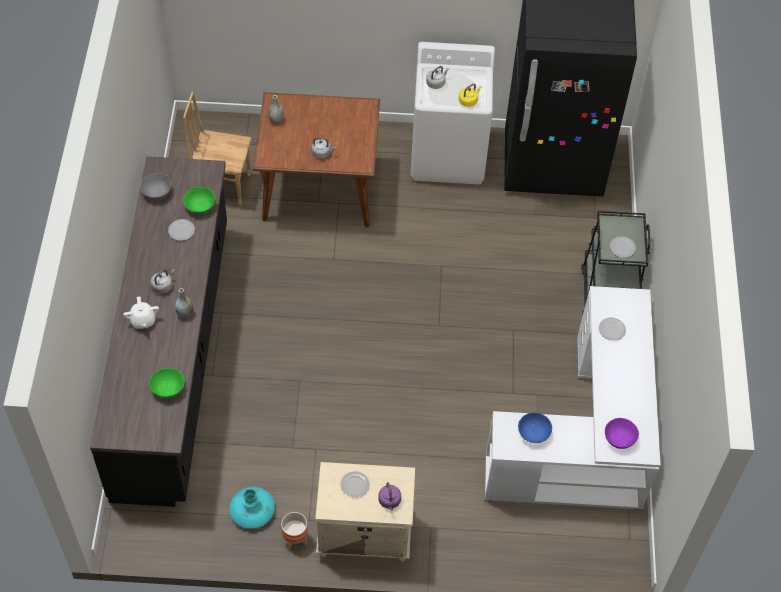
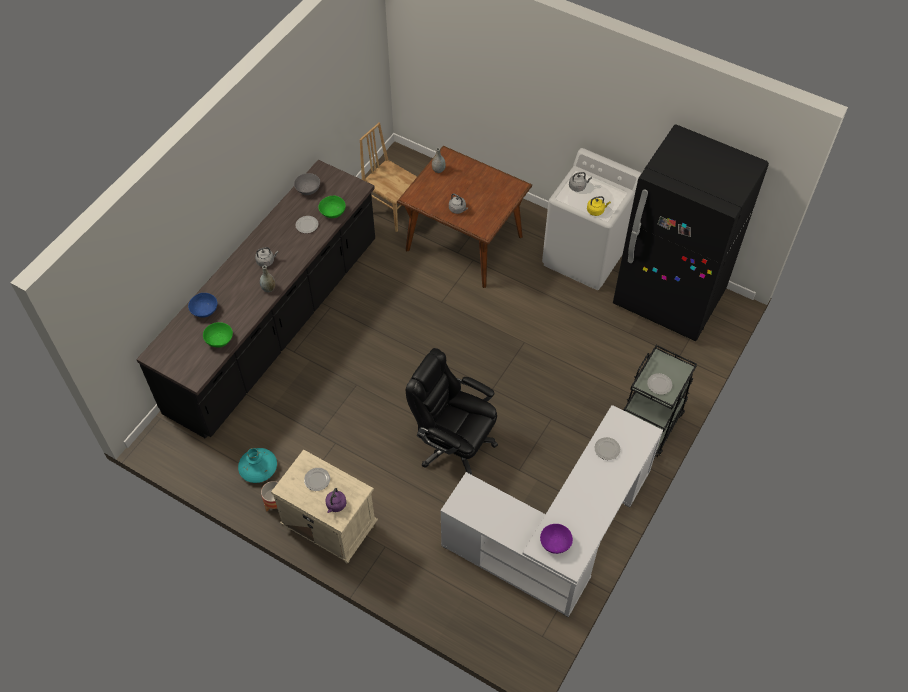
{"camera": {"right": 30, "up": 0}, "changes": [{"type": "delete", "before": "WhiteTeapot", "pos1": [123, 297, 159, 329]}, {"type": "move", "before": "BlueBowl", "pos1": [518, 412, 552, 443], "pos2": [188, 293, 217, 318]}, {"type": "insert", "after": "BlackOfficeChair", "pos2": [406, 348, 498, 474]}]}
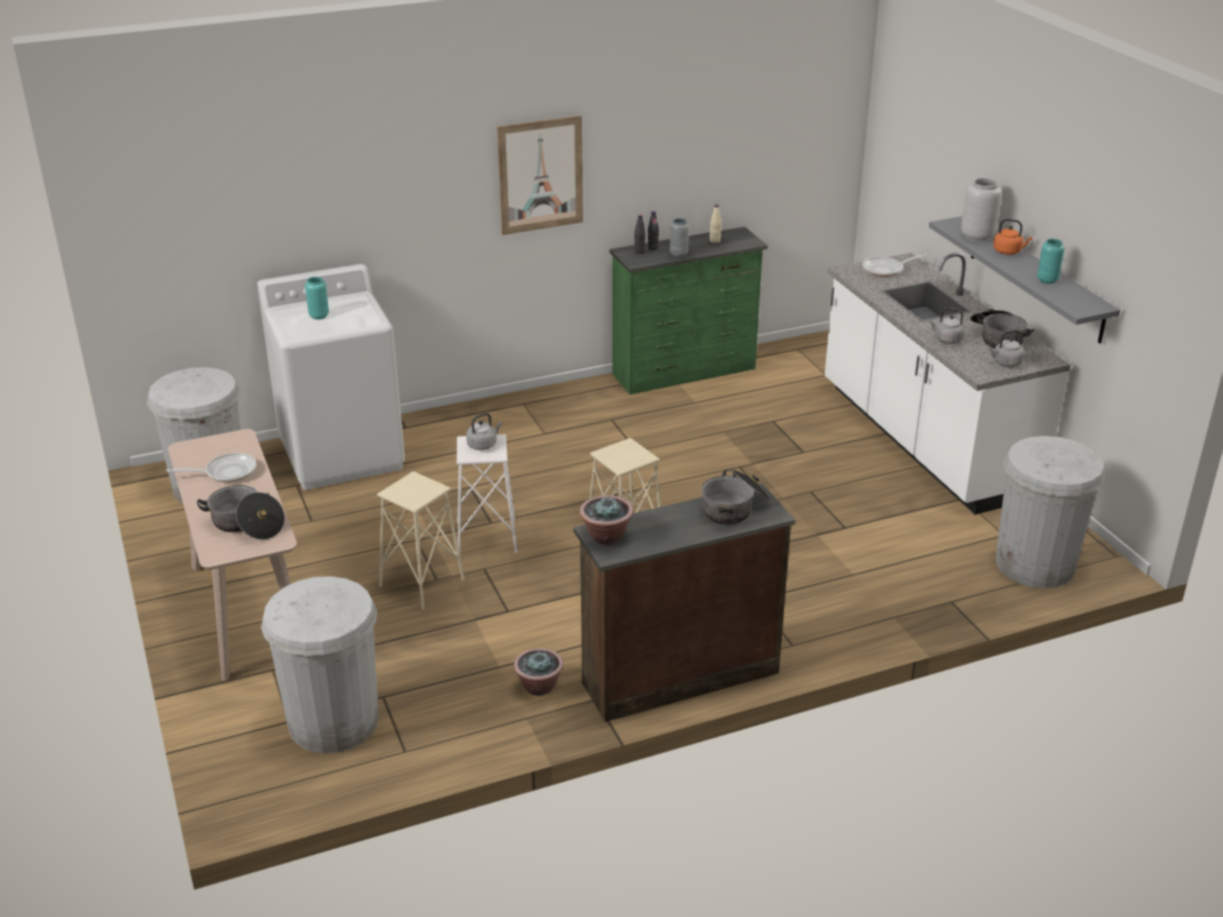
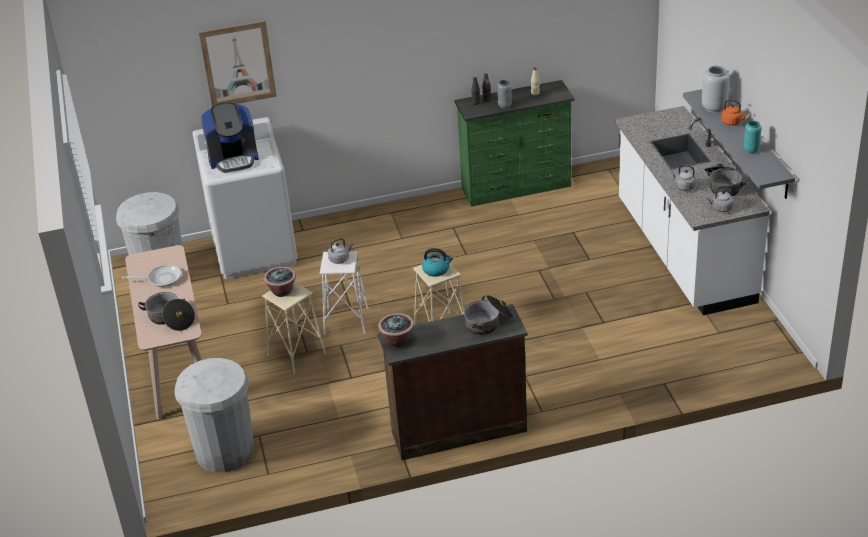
{"camera": {"right": 10, "up": 5}, "changes": [{"type": "move", "before": "Picture", "pos1": [497, 115, 583, 235], "pos2": [199, 21, 277, 107]}, {"type": "delete", "before": "FryingPan", "pos1": [863, 254, 927, 277]}, {"type": "replace", "before": "TurquoiseVase", "after": "CoffeeMachine", "pos1": [305, 277, 329, 320], "pos2": [201, 102, 259, 173]}, {"type": "delete", "before": "WhiteTrashCan", "pos1": [996, 436, 1105, 588]}, {"type": "move", "before": "PottedPlant", "pos1": [513, 648, 564, 696], "pos2": [264, 267, 296, 297]}, {"type": "insert", "after": "Kettle", "pos2": [422, 248, 453, 277]}]}
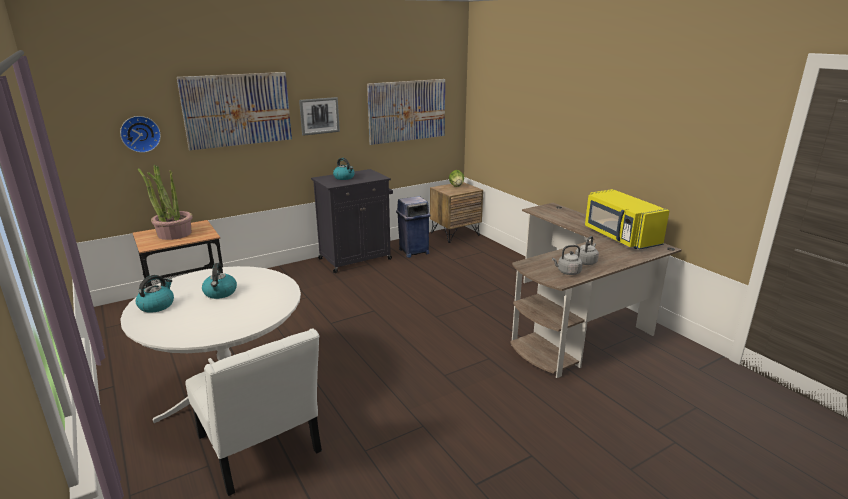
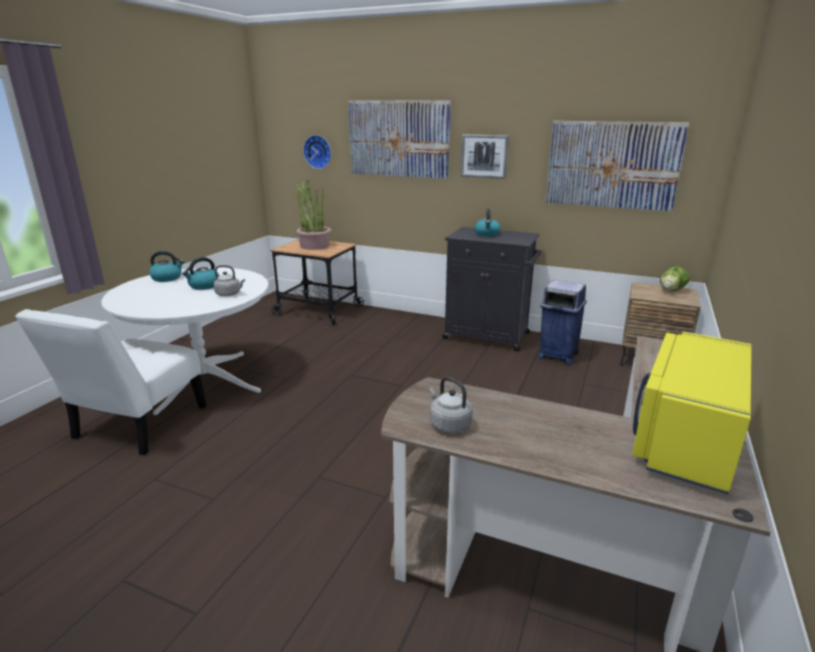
{"camera": {"right": 55, "up": 0}, "changes": [{"type": "move", "before": "GreyKettle", "pos1": [575, 236, 599, 265], "pos2": [213, 265, 245, 296]}]}
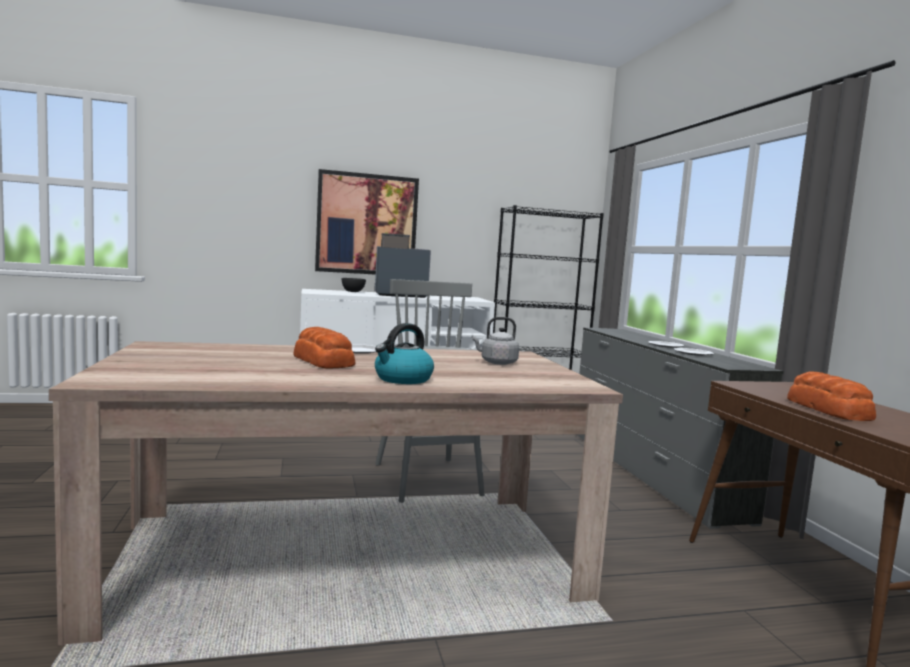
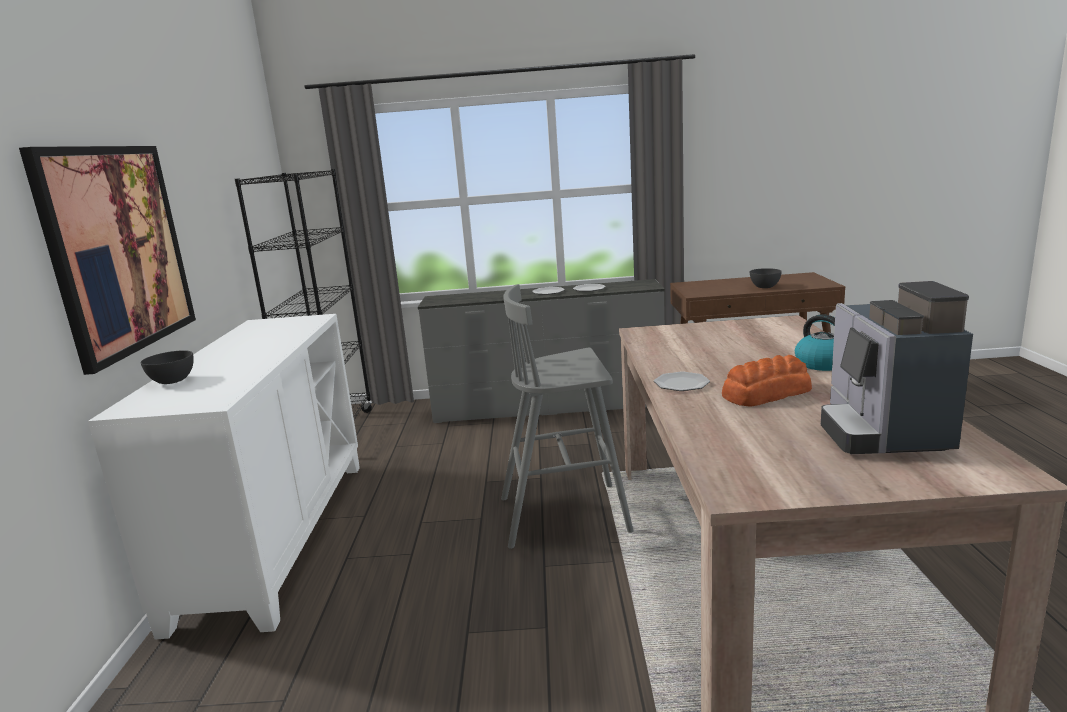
{"camera": {"right": -75, "up": 10}, "changes": [{"type": "move", "before": "CoffeeMachine", "pos1": [374, 233, 431, 298], "pos2": [821, 281, 973, 454]}, {"type": "delete", "before": "GreyKettle", "pos1": [472, 317, 519, 365]}, {"type": "replace", "before": "Bread", "after": "GreyBowl", "pos1": [787, 371, 876, 421], "pos2": [750, 268, 782, 288]}]}
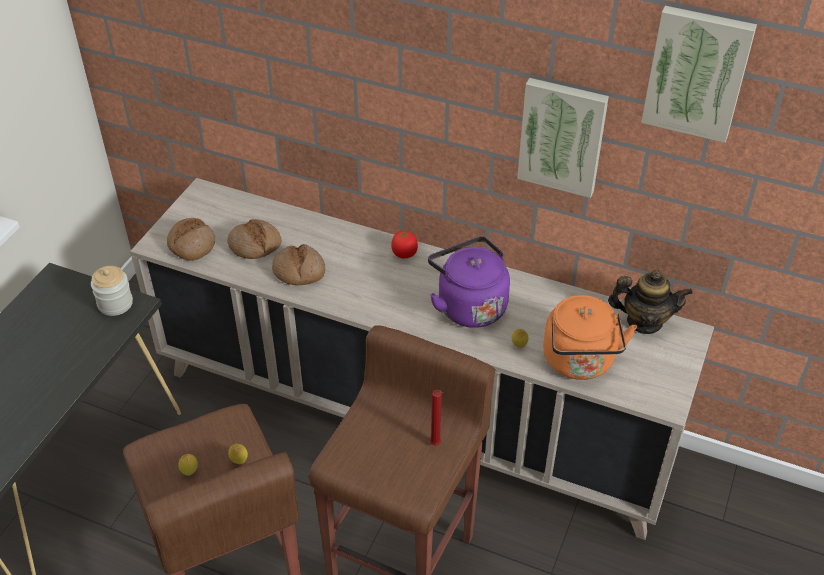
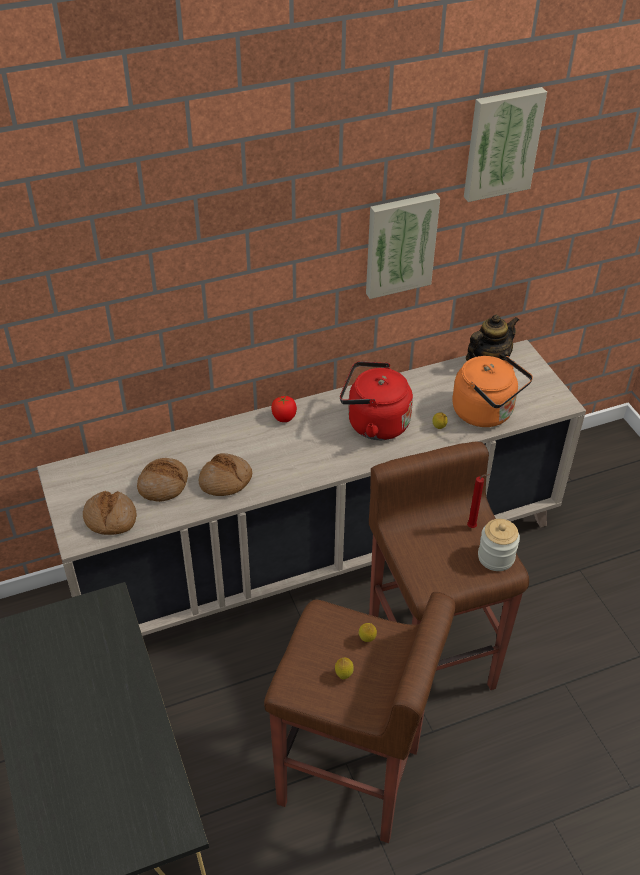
{"camera": {"right": -45, "up": 0}, "changes": [{"type": "recolor", "before": "PurpleKettle", "after": "RedKettle", "pos1": [428, 236, 510, 328], "pos2": [340, 361, 413, 440]}, {"type": "move", "before": "Jar", "pos1": [91, 266, 133, 316], "pos2": [478, 519, 520, 571]}]}
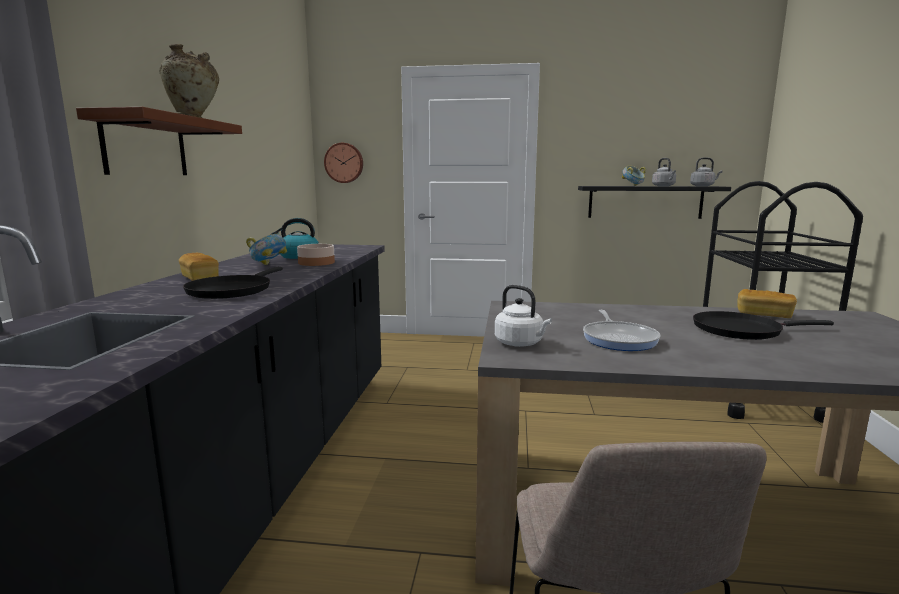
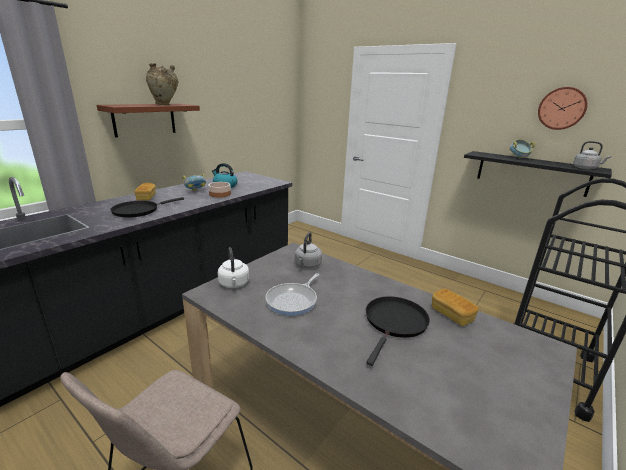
{"camera": {"right": 30, "up": 10}, "changes": [{"type": "move", "before": "WallClock", "pos1": [324, 143, 363, 183], "pos2": [538, 87, 588, 130]}, {"type": "move", "before": "GreyKettle", "pos1": [652, 158, 676, 186], "pos2": [295, 232, 322, 269]}, {"type": "rotate", "before": "BlackFryingPan", "pos1": [693, 311, 834, 340], "pos2": [366, 296, 430, 366], "turn": 90}]}
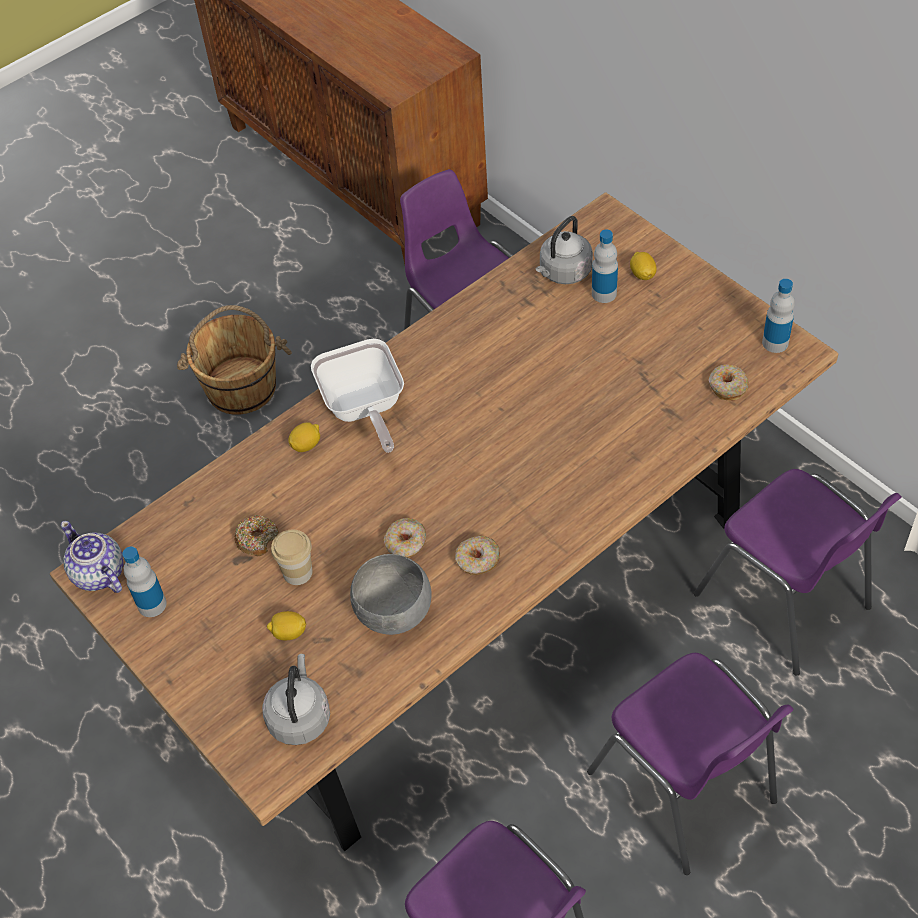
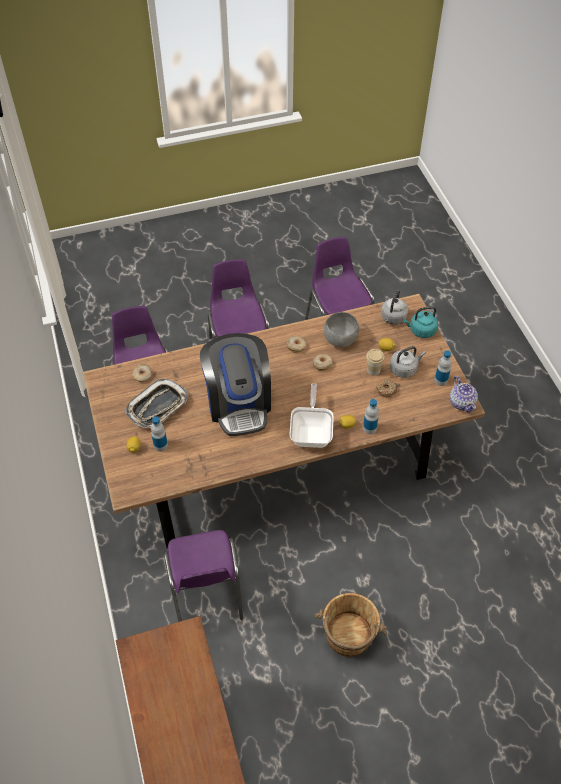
{"camera": {"right": -160, "up": 0}, "changes": [{"type": "move", "before": "GreyKettle", "pos1": [536, 216, 593, 284], "pos2": [390, 346, 426, 378]}, {"type": "move", "before": "Bottle", "pos1": [762, 279, 795, 353], "pos2": [363, 399, 379, 434]}, {"type": "insert", "after": "TurquoiseKettle", "pos2": [404, 306, 438, 338]}, {"type": "insert", "after": "CoffeeMachine", "pos2": [200, 333, 271, 436]}, {"type": "insert", "after": "Tray", "pos2": [125, 379, 188, 428]}]}
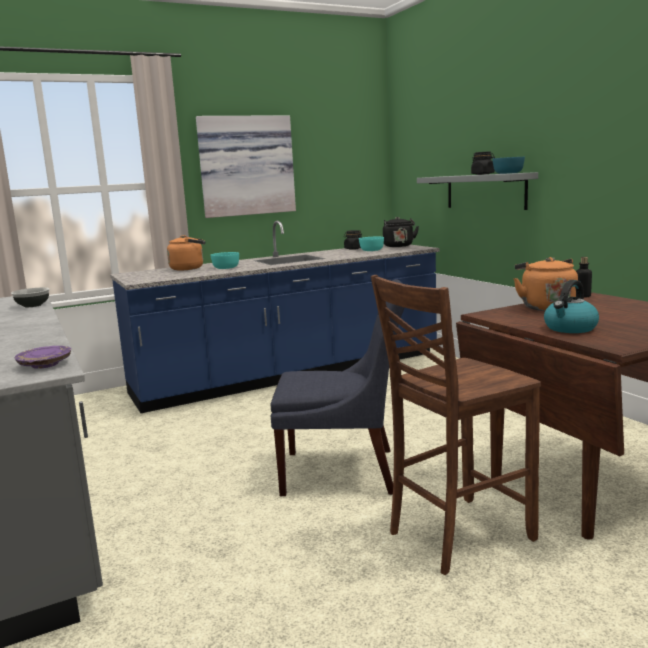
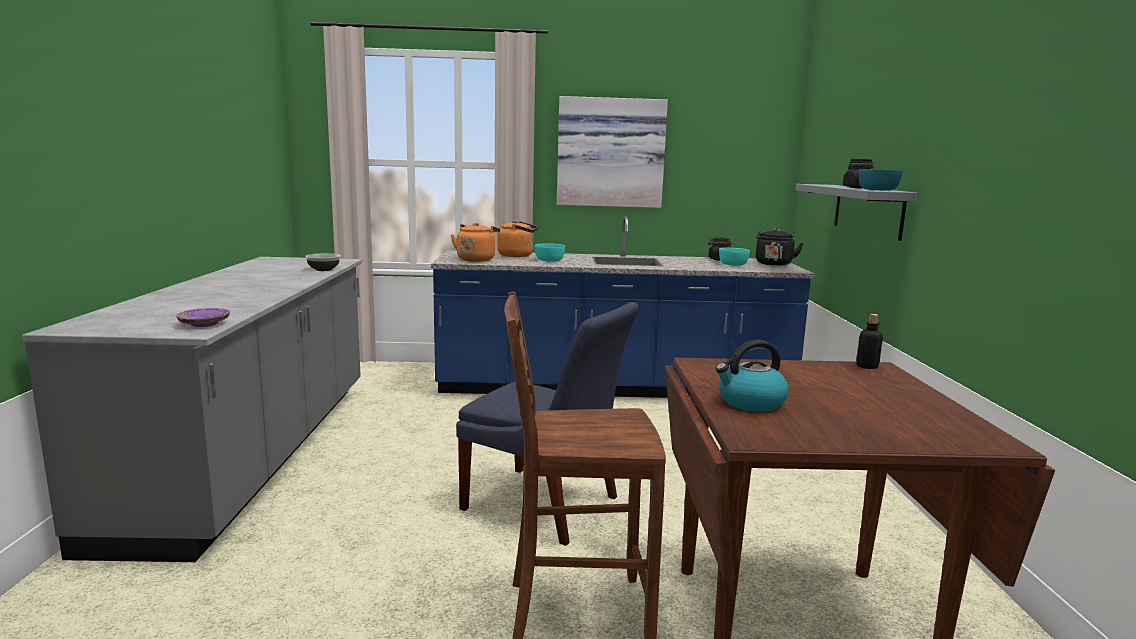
{"camera": {"right": 25, "up": 0}, "changes": [{"type": "move", "before": "OrangeKettle", "pos1": [513, 257, 578, 311], "pos2": [451, 223, 500, 261]}]}
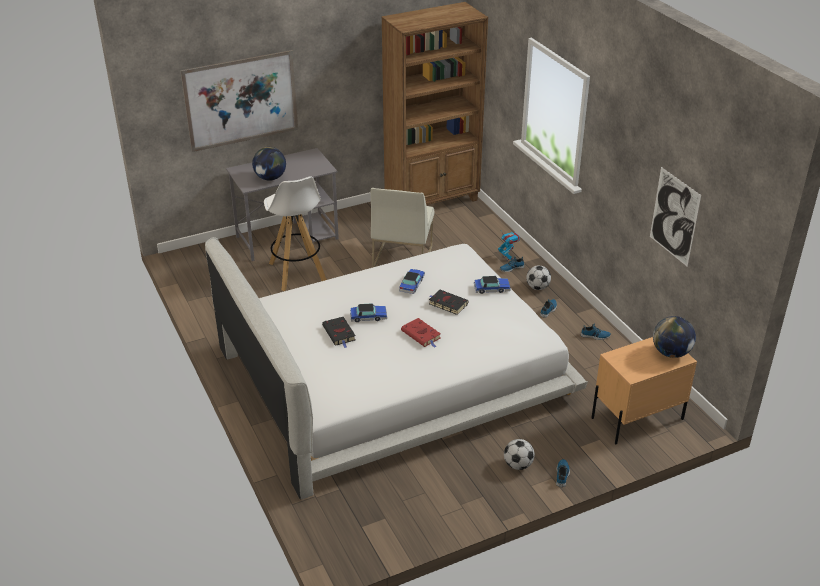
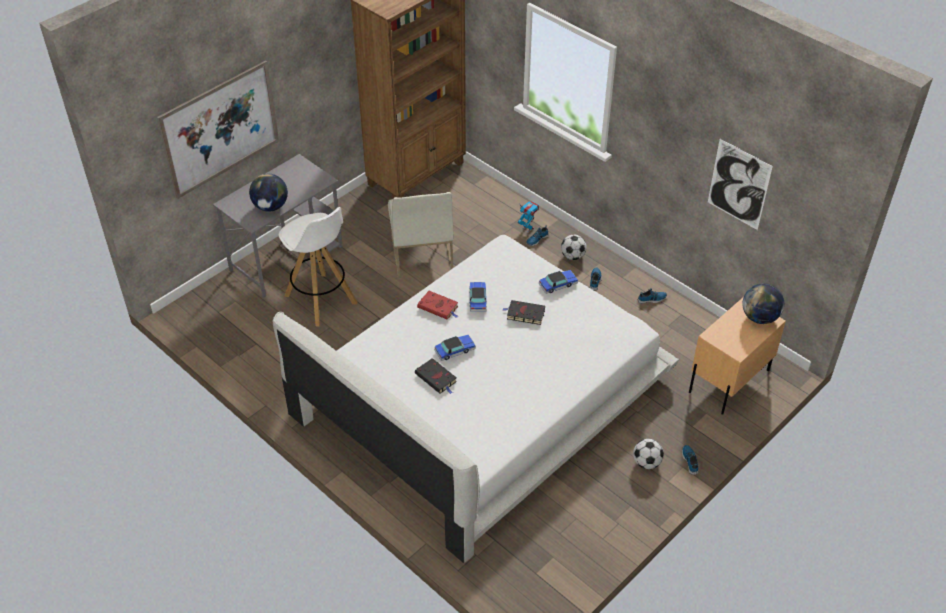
{"camera": {"right": -20, "up": 10}, "changes": [{"type": "move", "before": "RedBook", "pos1": [401, 318, 441, 348], "pos2": [417, 291, 458, 320]}]}
